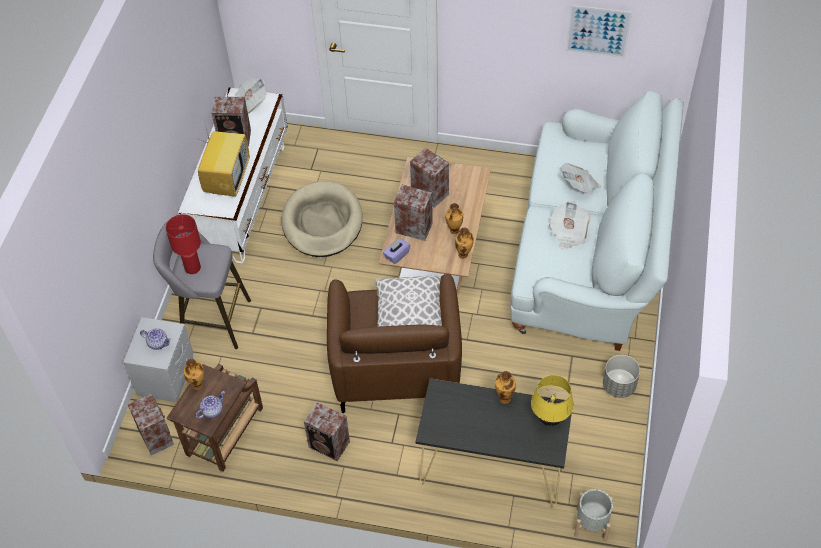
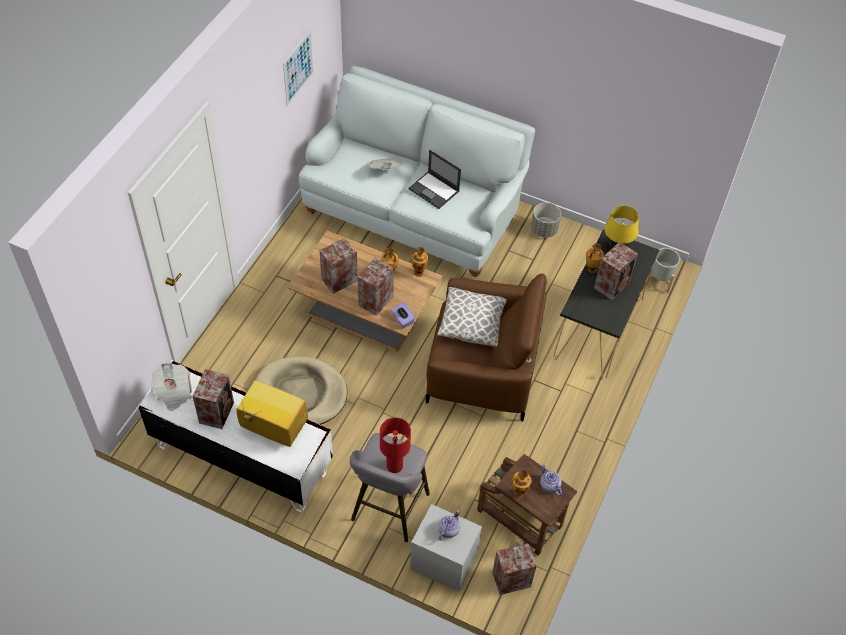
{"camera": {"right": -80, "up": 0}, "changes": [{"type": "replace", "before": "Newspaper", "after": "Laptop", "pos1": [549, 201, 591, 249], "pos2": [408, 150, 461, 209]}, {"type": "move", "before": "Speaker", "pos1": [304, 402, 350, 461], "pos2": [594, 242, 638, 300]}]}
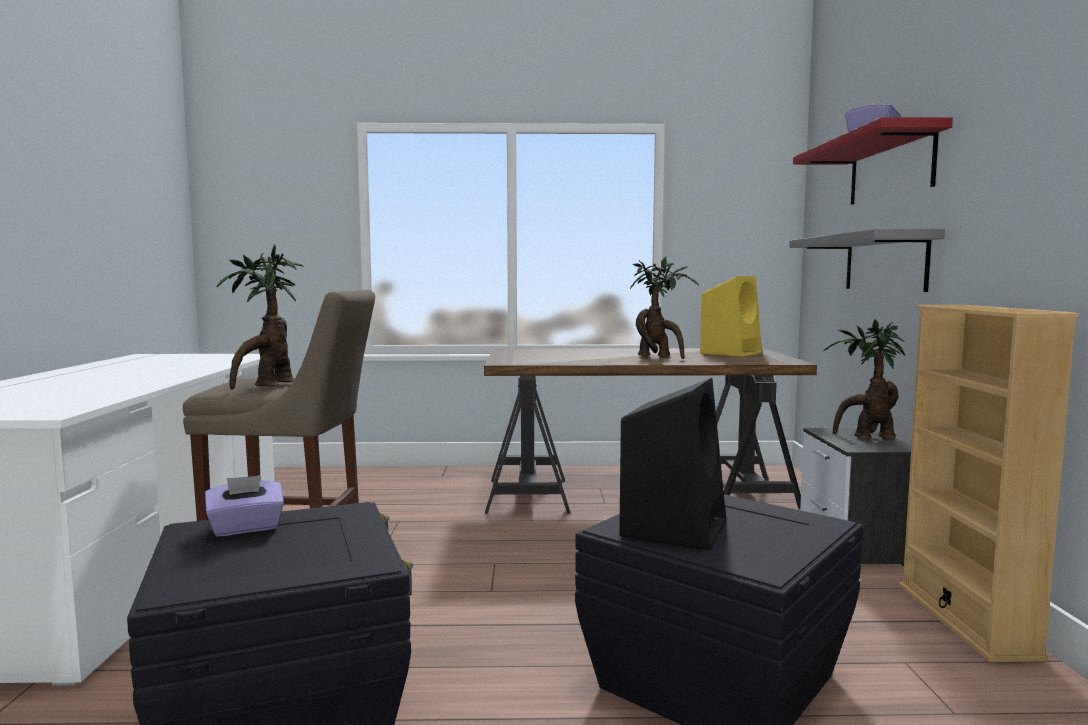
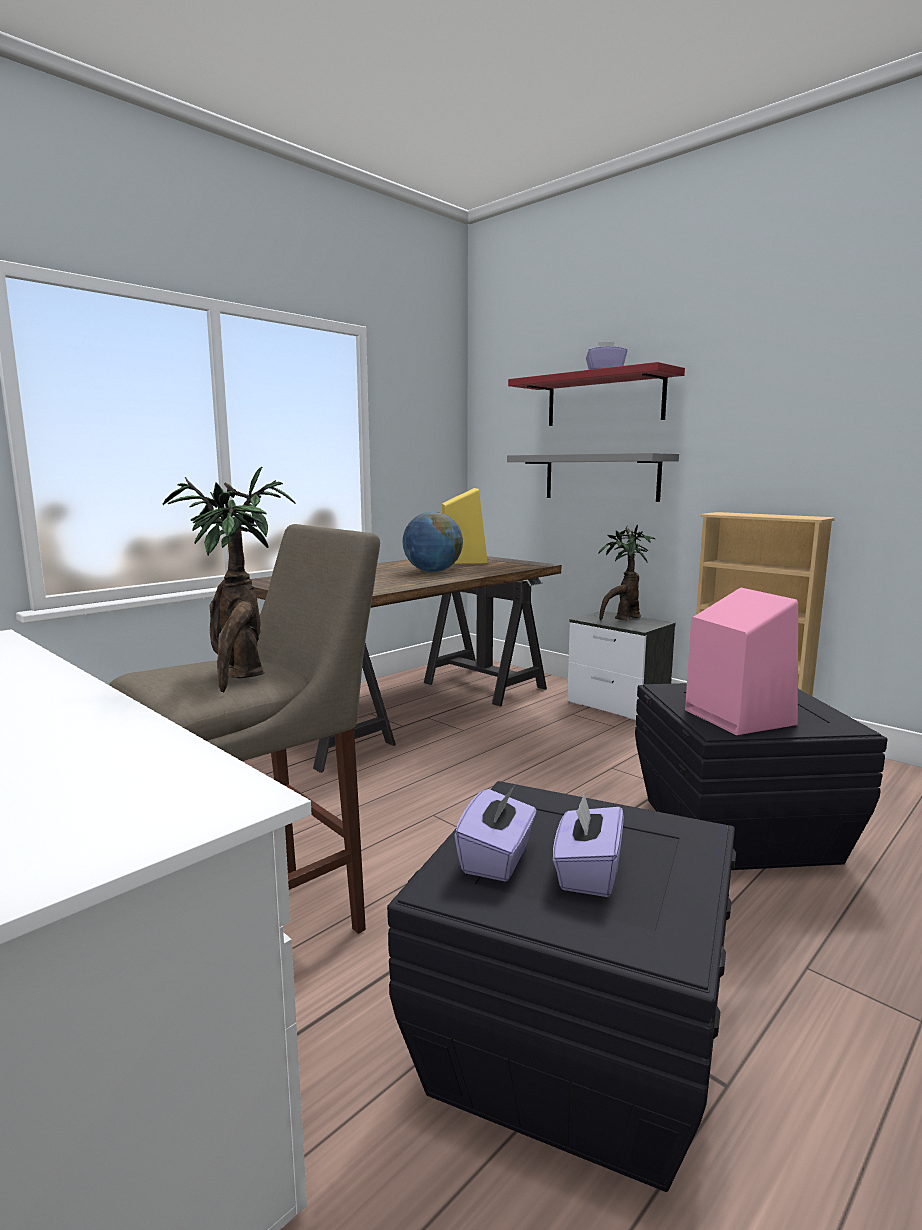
{"camera": {"right": -45, "up": 5}, "changes": [{"type": "replace", "before": "PottedPlant", "after": "Globe", "pos1": [630, 257, 699, 359], "pos2": [402, 512, 463, 572]}, {"type": "recolor", "before": "BlackSpeaker", "after": "PinkSpeaker", "pos1": [619, 378, 726, 550], "pos2": [685, 588, 798, 735]}, {"type": "insert", "after": "PurpleTissueBox", "pos2": [553, 793, 624, 897]}]}
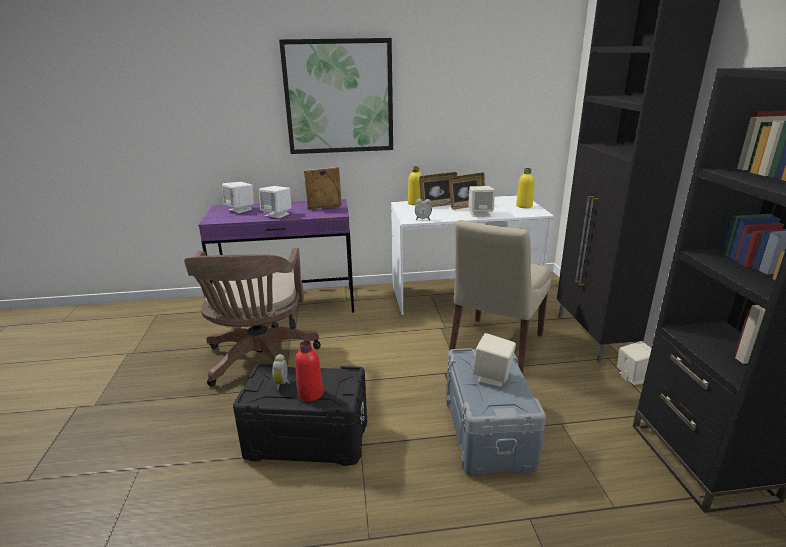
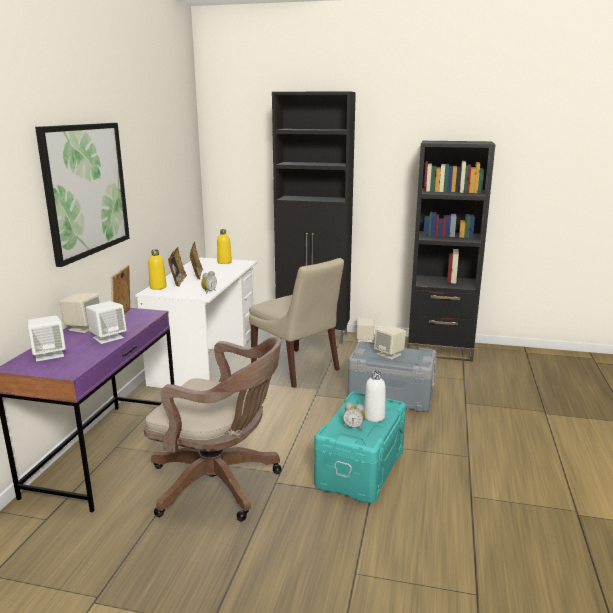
{"camera": {"right": -70, "up": -5}, "changes": [{"type": "move", "before": "BeigeSpeaker", "pos1": [469, 186, 495, 217], "pos2": [59, 293, 100, 333]}, {"type": "recolor", "before": "RedBottle", "after": "WhiteBottle", "pos1": [295, 341, 323, 401], "pos2": [364, 370, 386, 422]}, {"type": "recolor", "before": "BlackStorageBox", "after": "TurquoiseStorageBox", "pos1": [233, 363, 367, 466], "pos2": [314, 392, 406, 503]}]}
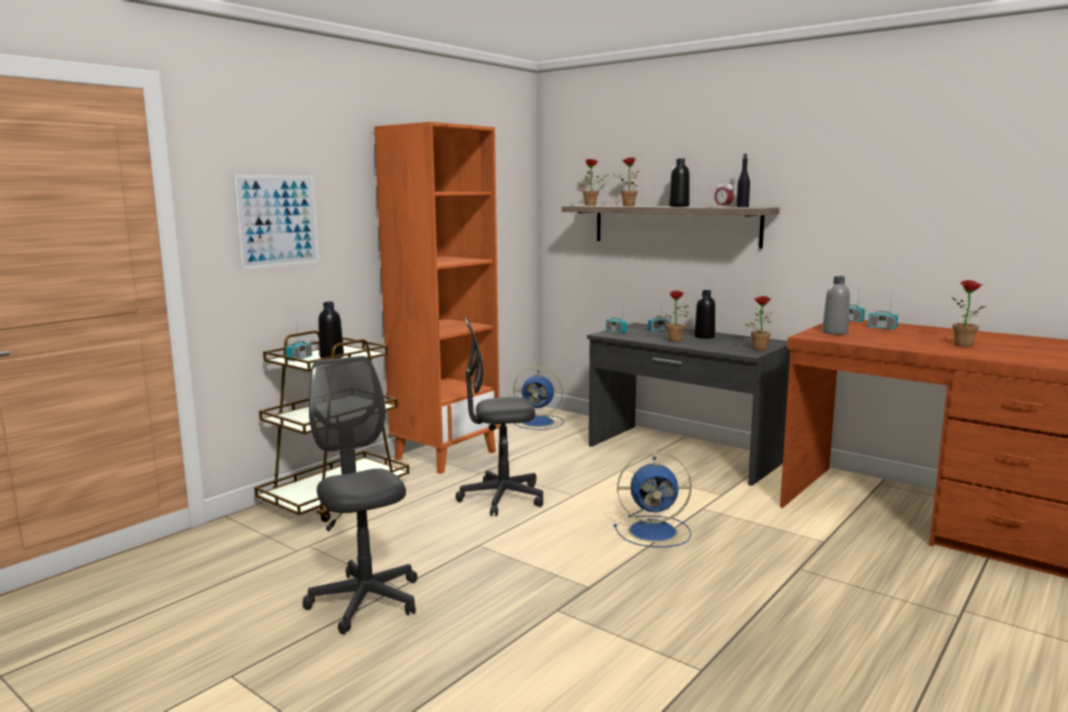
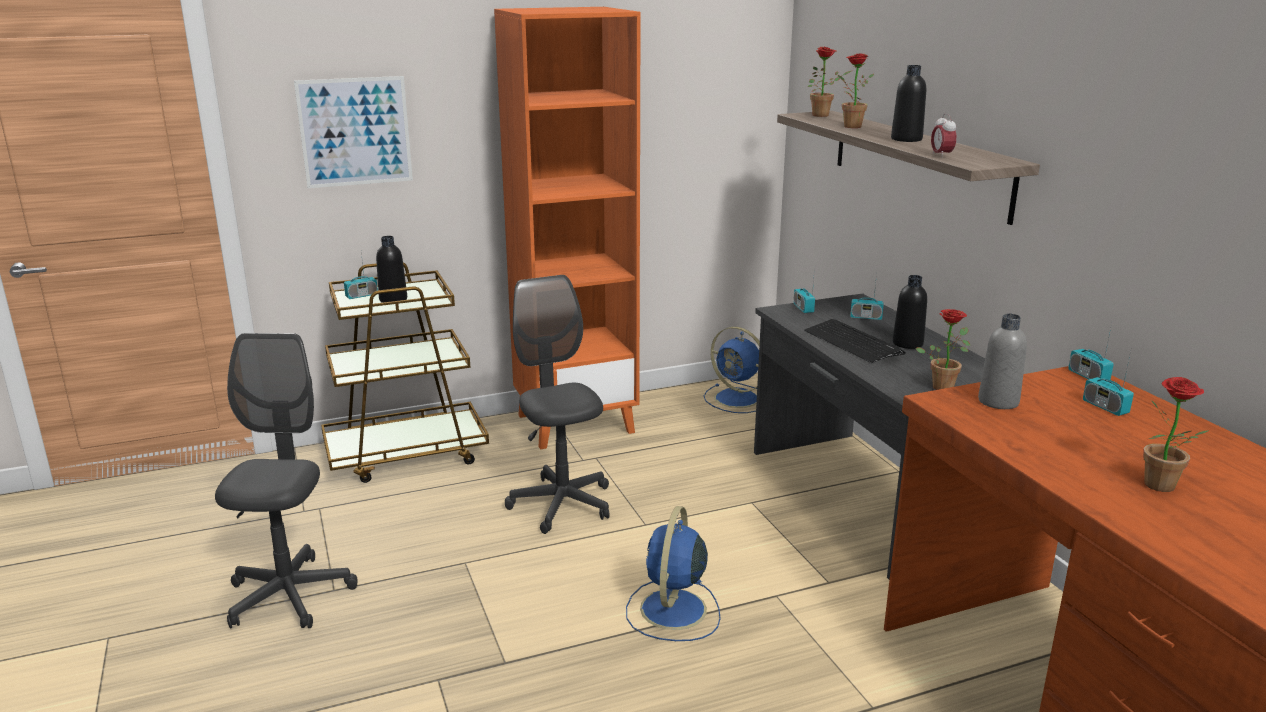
{"camera": {"right": 30, "up": 10}, "changes": [{"type": "delete", "before": "BlackBottle", "pos1": [736, 154, 750, 207]}, {"type": "replace", "before": "PottedPlant", "after": "Keyboard", "pos1": [657, 290, 689, 342], "pos2": [804, 319, 906, 363]}, {"type": "rotate", "before": "GreyOfficeChair", "pos1": [456, 317, 543, 516], "pos2": [505, 275, 610, 534], "turn": 45}, {"type": "rotate", "before": "BlueFan", "pos1": [614, 452, 692, 547], "pos2": [626, 506, 721, 641], "turn": 75}]}
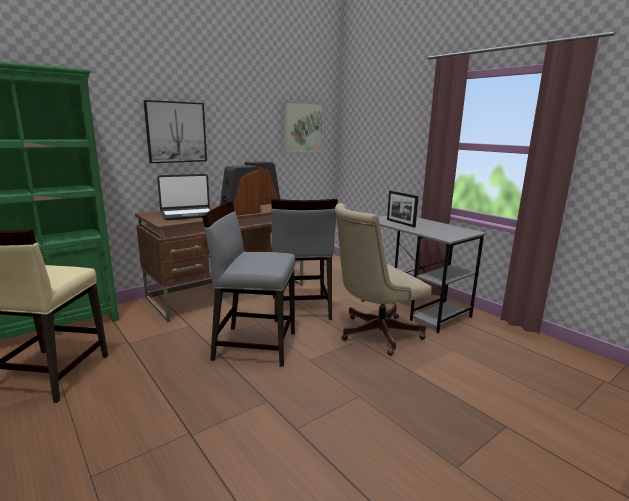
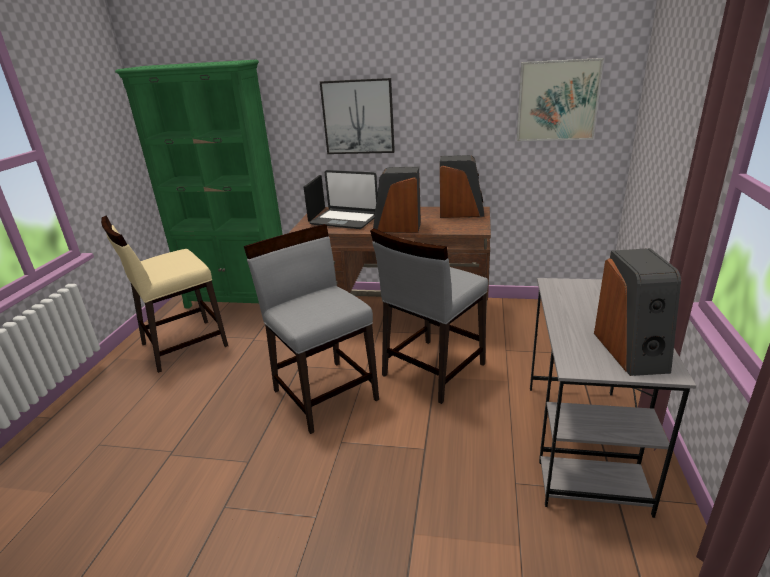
{"camera": {"right": 50, "up": 10}, "changes": [{"type": "move", "before": "PictureFrame", "pos1": [387, 191, 419, 227], "pos2": [304, 175, 325, 222]}, {"type": "delete", "before": "BeigeOfficeChair", "pos1": [335, 203, 432, 355]}, {"type": "insert", "after": "Speaker", "pos2": [594, 248, 681, 376]}]}
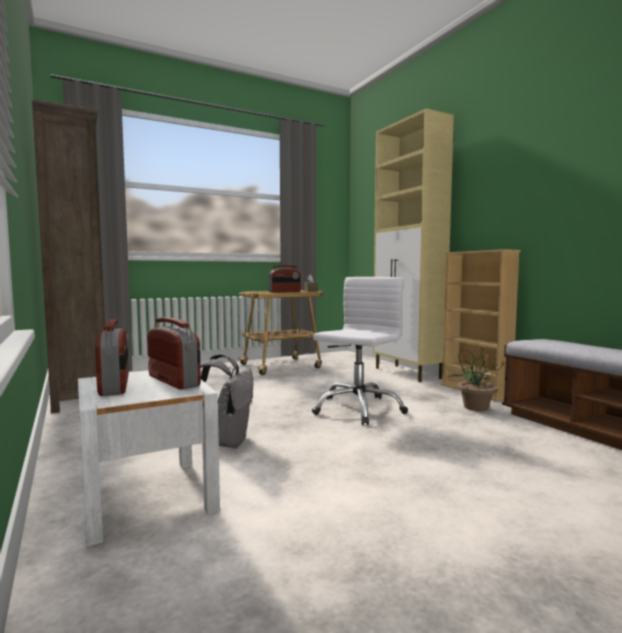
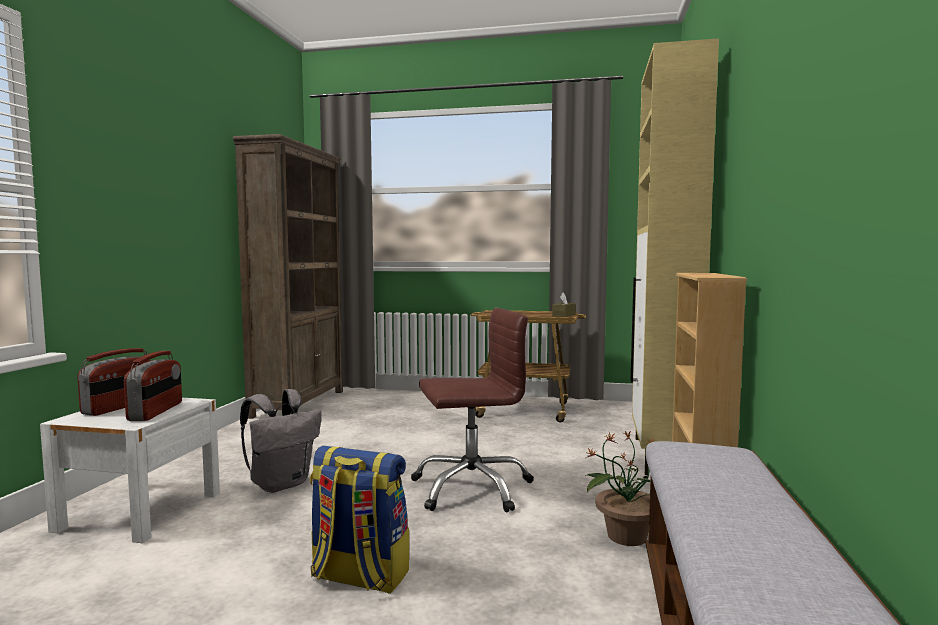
{"camera": {"right": 40, "up": 0}, "changes": [{"type": "delete", "before": "Radio", "pos1": [268, 265, 301, 293]}, {"type": "recolor", "before": "WhiteOfficeChair", "after": "BrownOfficeChair", "pos1": [312, 277, 408, 425], "pos2": [411, 308, 534, 512]}, {"type": "insert", "after": "Backpack", "pos2": [310, 446, 409, 594]}]}
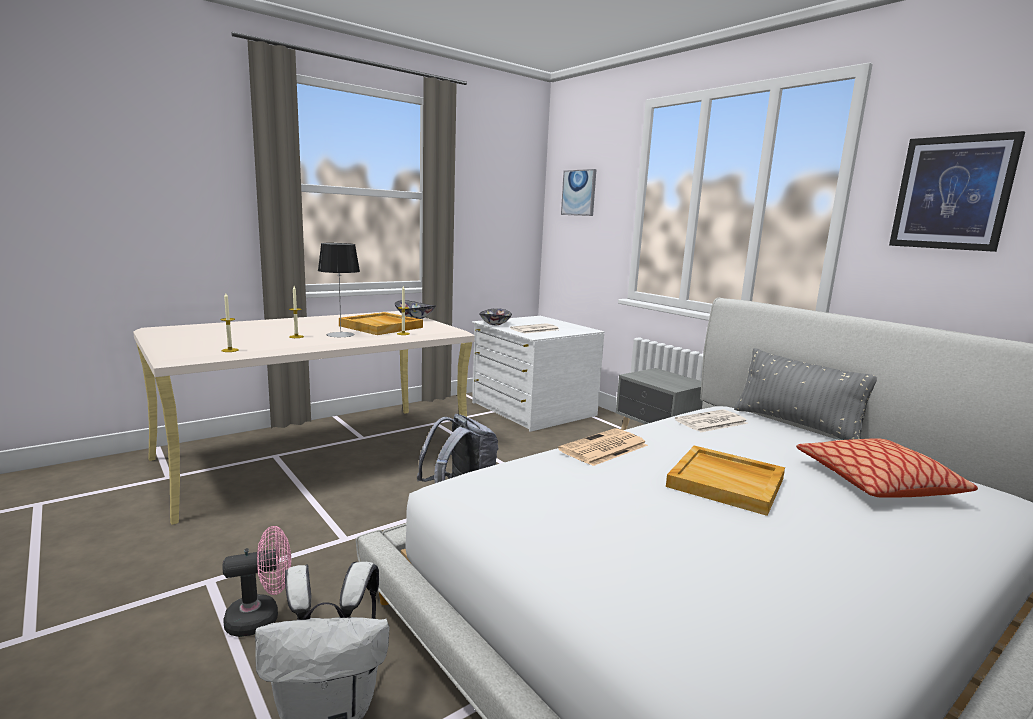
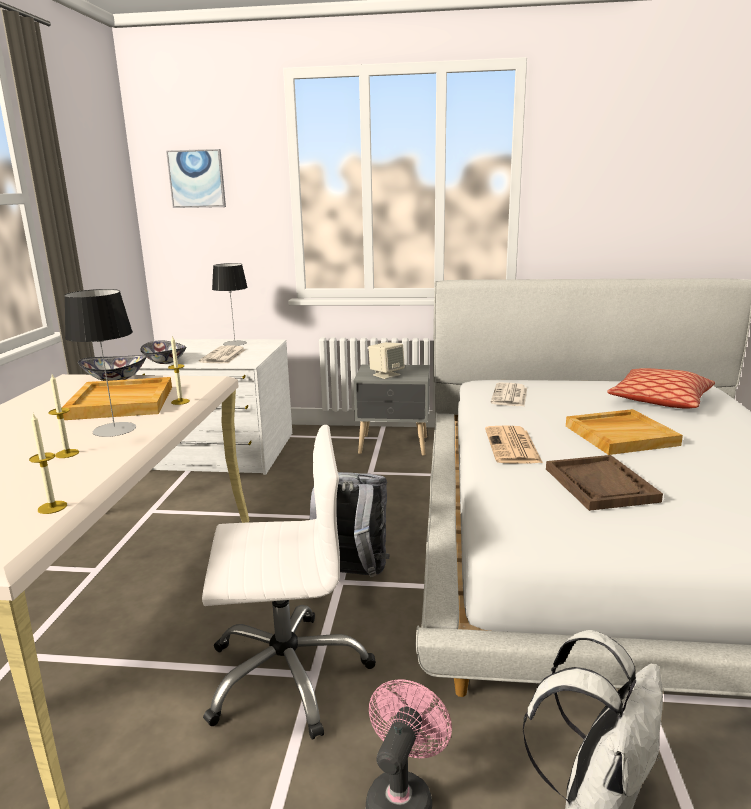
{"camera": {"right": -45, "up": 5}, "changes": [{"type": "delete", "before": "Picture", "pos1": [889, 131, 1025, 252]}, {"type": "delete", "before": "GreyPillow", "pos1": [734, 348, 877, 440]}, {"type": "insert", "after": "TableLamp", "pos2": [212, 263, 248, 346]}, {"type": "insert", "after": "BeigeSpeaker", "pos2": [368, 342, 405, 379]}, {"type": "insert", "after": "WhiteOfficeChair", "pos2": [202, 425, 376, 740]}, {"type": "insert", "after": "BrownTray", "pos2": [546, 455, 663, 511]}]}
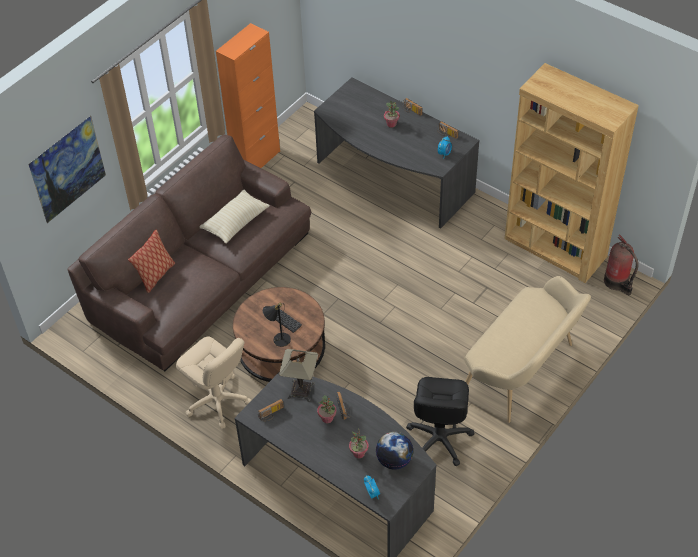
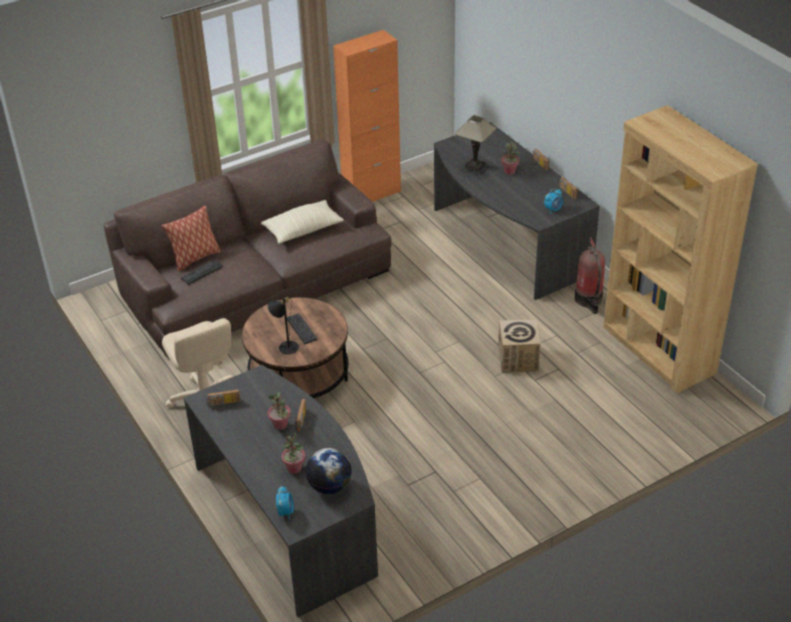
{"camera": {"right": 20, "up": -10}, "changes": [{"type": "delete", "before": "Picture", "pos1": [28, 116, 106, 223]}, {"type": "move", "before": "FireExtinguisher", "pos1": [604, 234, 639, 295], "pos2": [575, 238, 605, 314]}, {"type": "delete", "before": "BeigeBench", "pos1": [464, 276, 591, 423]}, {"type": "move", "before": "TableLamp", "pos1": [279, 349, 318, 402], "pos2": [455, 115, 497, 176]}, {"type": "delete", "before": "BlackOfficeChair", "pos1": [406, 377, 475, 466]}, {"type": "insert", "after": "Keyboard", "pos2": [181, 260, 223, 285]}, {"type": "insert", "after": "CardboardBox", "pos2": [498, 319, 540, 373]}]}
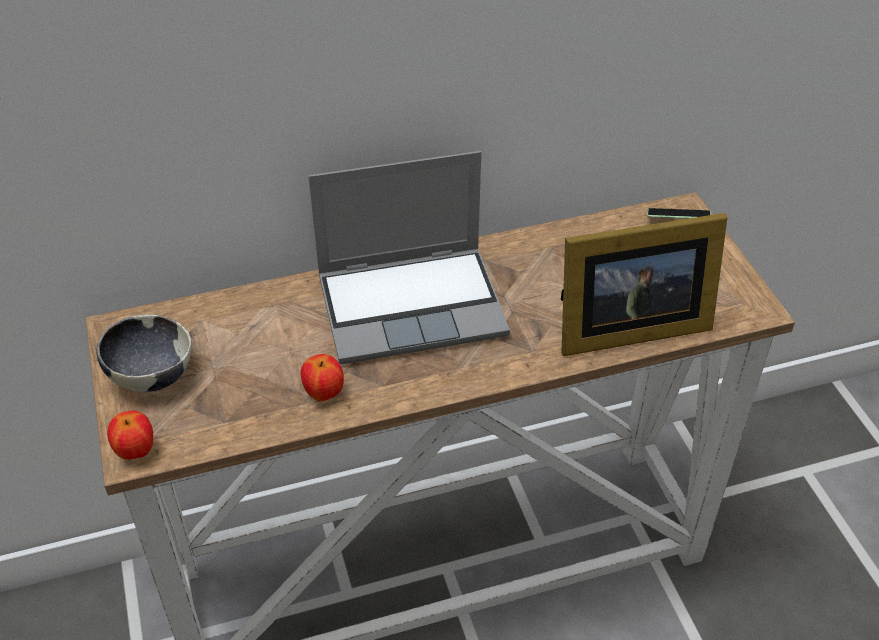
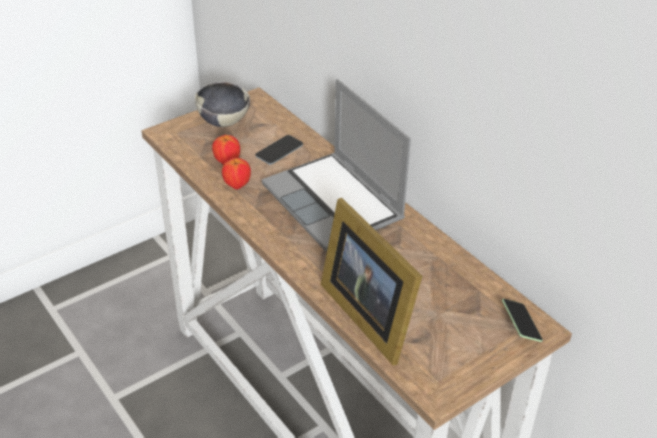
{"camera": {"right": 70, "up": -5}, "changes": [{"type": "move", "before": "Apple", "pos1": [107, 411, 153, 460], "pos2": [212, 135, 240, 165]}, {"type": "insert", "after": "Phone", "pos2": [255, 135, 303, 165]}]}
